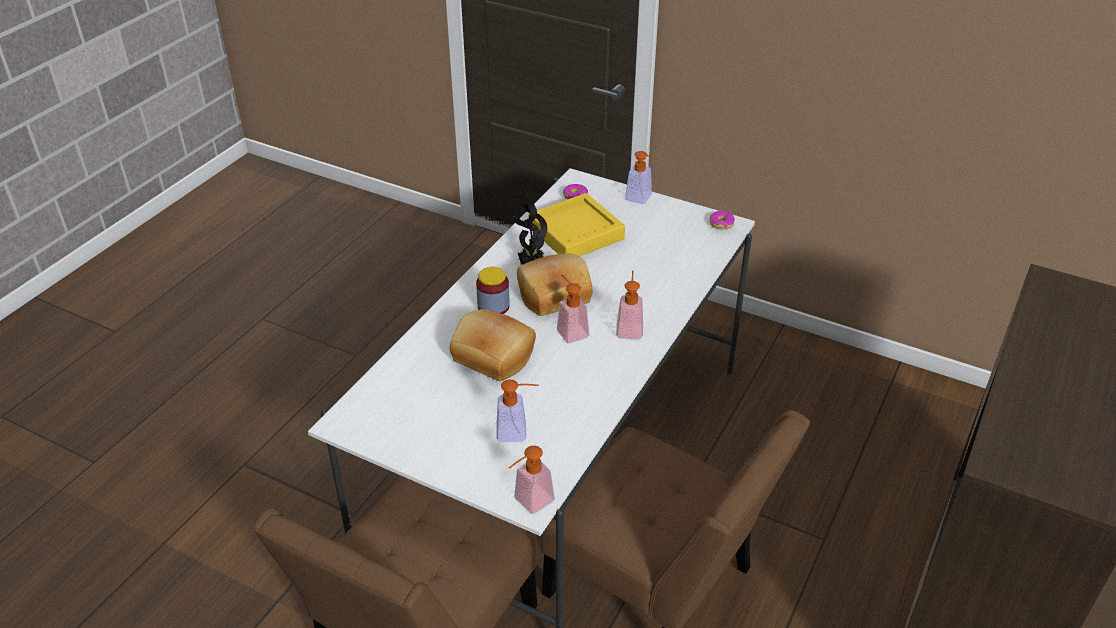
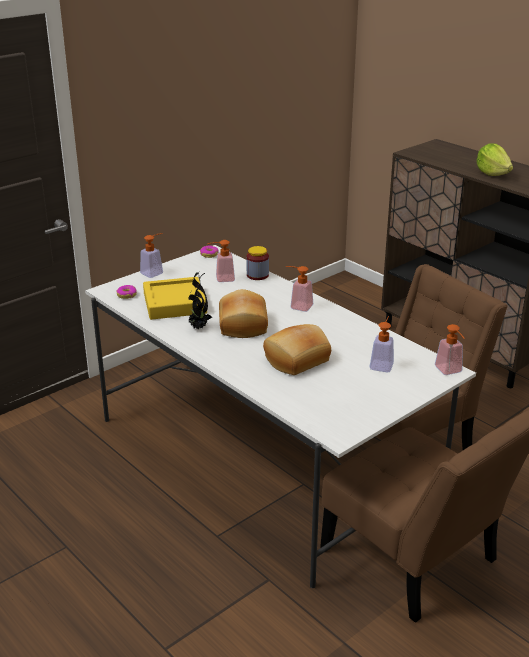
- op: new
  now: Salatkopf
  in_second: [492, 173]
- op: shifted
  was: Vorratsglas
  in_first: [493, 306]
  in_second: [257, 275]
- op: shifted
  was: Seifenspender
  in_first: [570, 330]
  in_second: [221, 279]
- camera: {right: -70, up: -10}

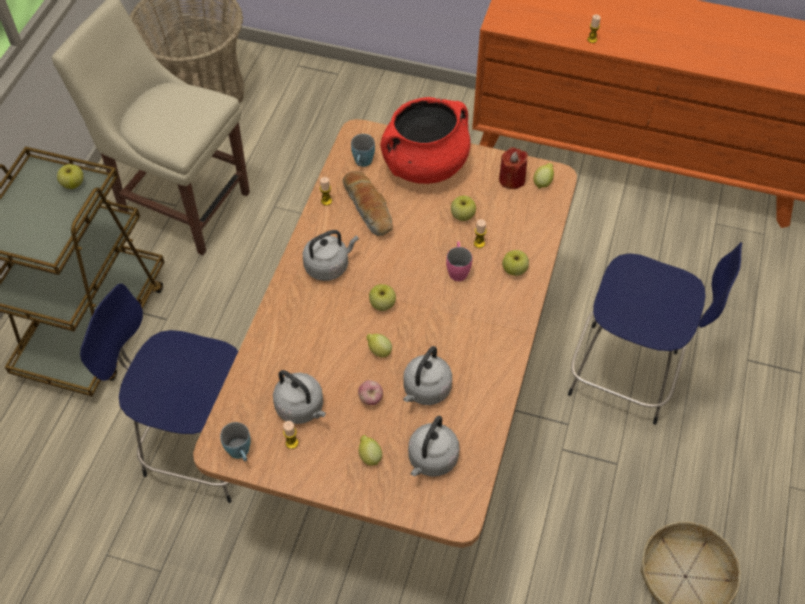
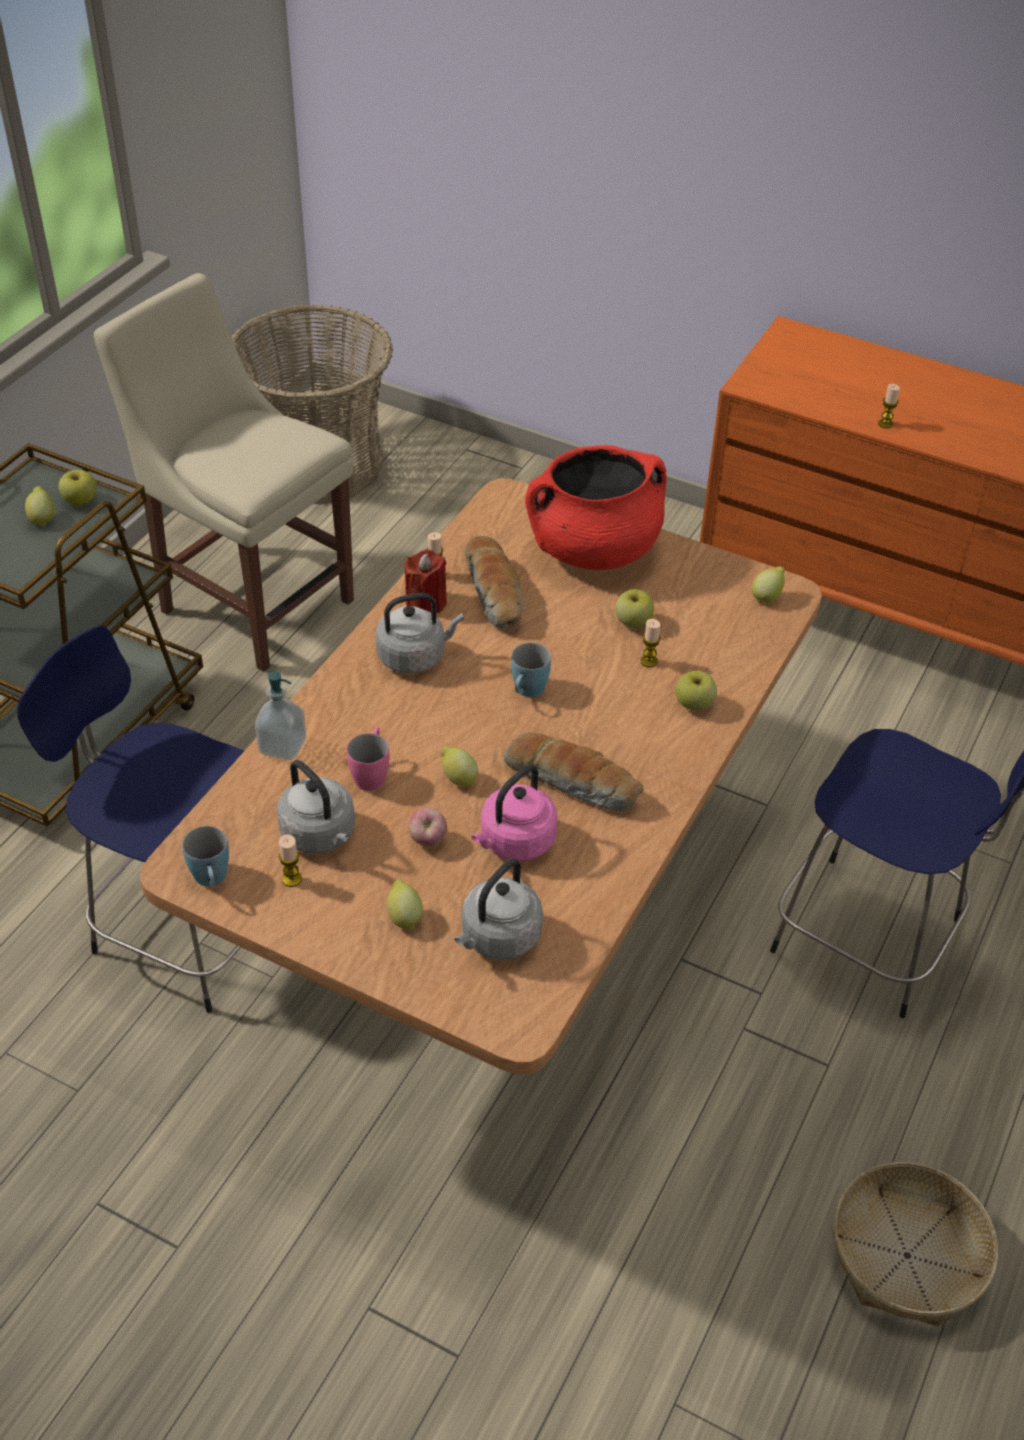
- op: gone
  was: Apfel
  in_first: [382, 304]
- op: new
  now: Zitrone
  in_second: [42, 519]
- op: new
  now: Seifenspender
  in_second: [282, 746]
- op: new
  now: Brot
  in_second: [573, 781]
- op: shifted
  was: Henkelbecher (blau)
  in_first: [362, 163]
  in_second: [527, 692]
- op: shifted
  was: Henkelbecher (rosa)
  in_first: [457, 269]
  in_second: [371, 773]
- op: shifted
  was: Kerze (rot)
  in_first: [512, 179]
  in_second: [426, 602]
- op: repainted
  was: Wasserkessel (grau)
  now: Wasserkessel (rosa)
  in_first: [425, 390]
  in_second: [514, 842]
- camera: {right: 10, up: -10}

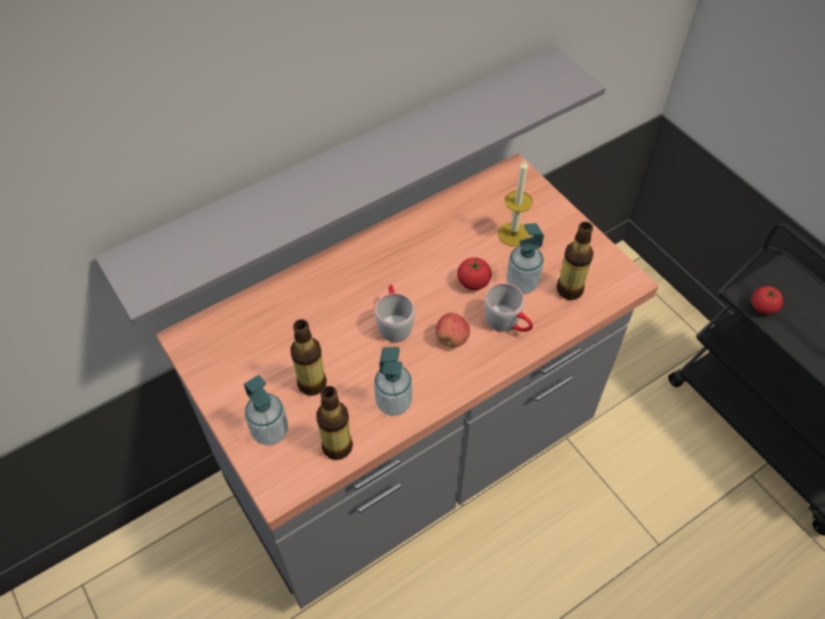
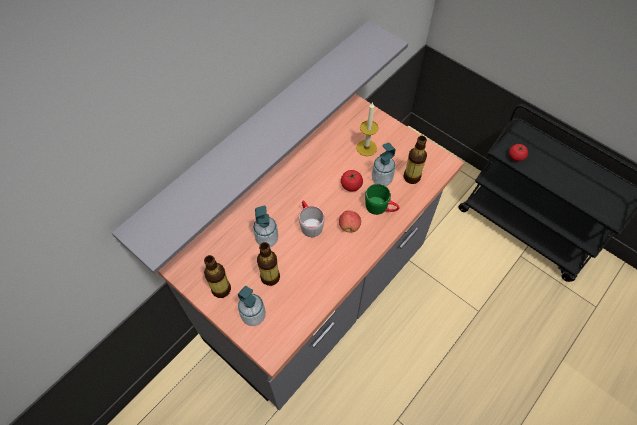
- op: shifted
  was: Flasche
  in_first: [337, 447]
  in_second: [221, 289]
- op: shifted
  was: Seifenspender
  in_first: [393, 403]
  in_second: [267, 239]
- op: repainted
  was: Henkelbecher (grau)
  now: Henkelbecher (grün)
  in_first: [508, 323]
  in_second: [381, 208]
- camera: {right: -15, up: 5}

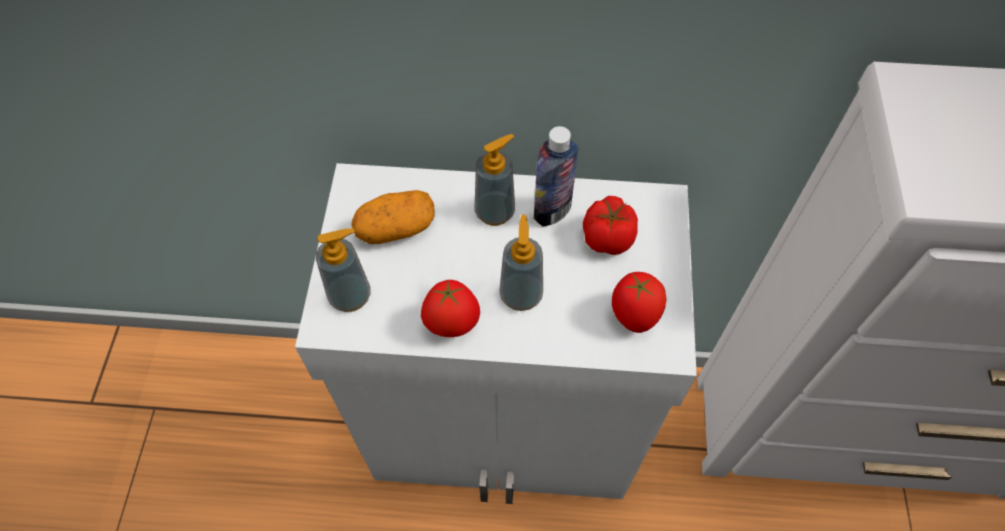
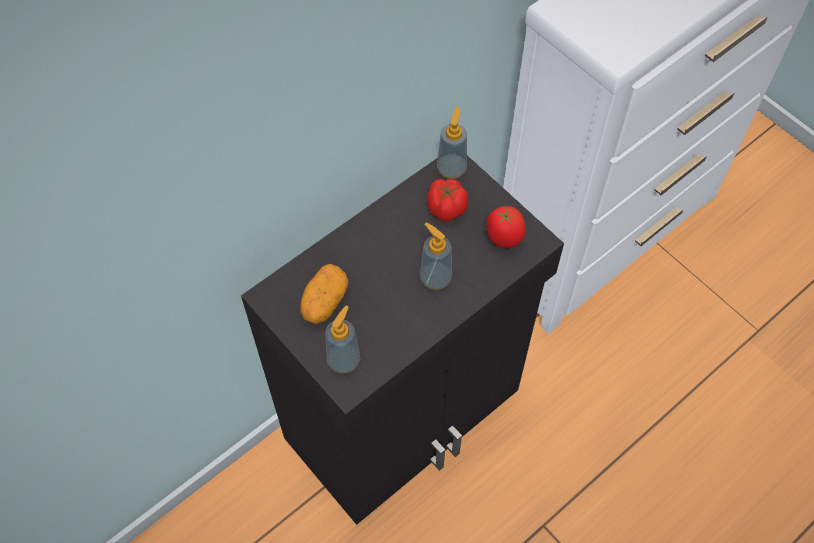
- op: gone
  was: Tomate
  in_first: [452, 324]
- op: gone
  was: Flasche
  in_first: [552, 210]
- op: shifted
  was: Seifenspender
  in_first: [495, 212]
  in_second: [451, 169]
- op: repainted
  was: Schrank (weiß)
  now: Schrank (schwarz)
  in_first: [504, 429]
  in_second: [406, 415]
- camera: {right: -45, up: 0}

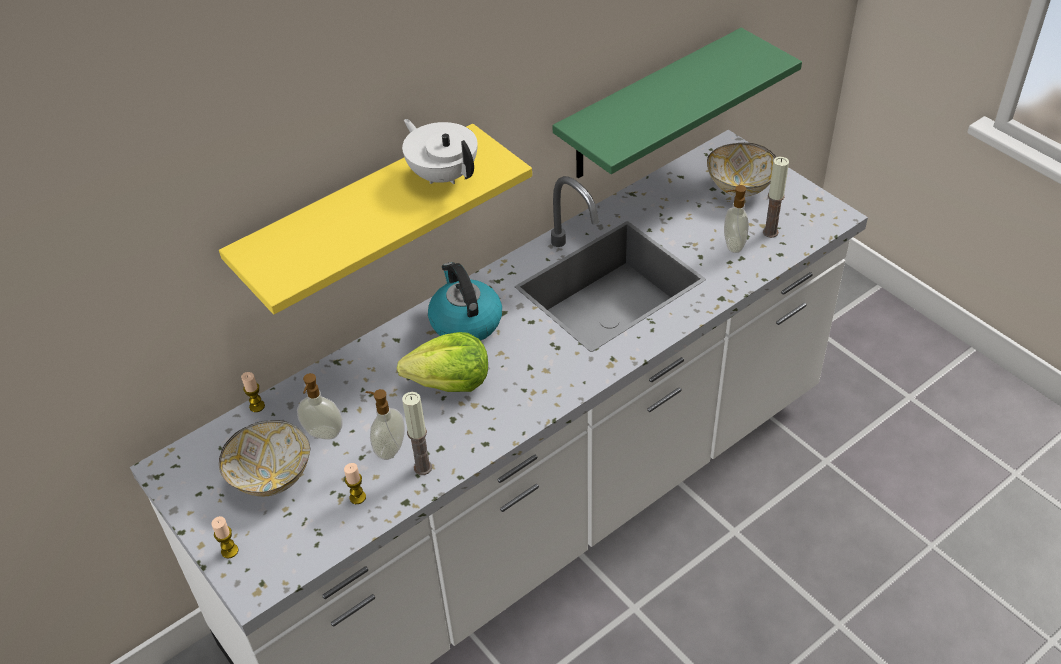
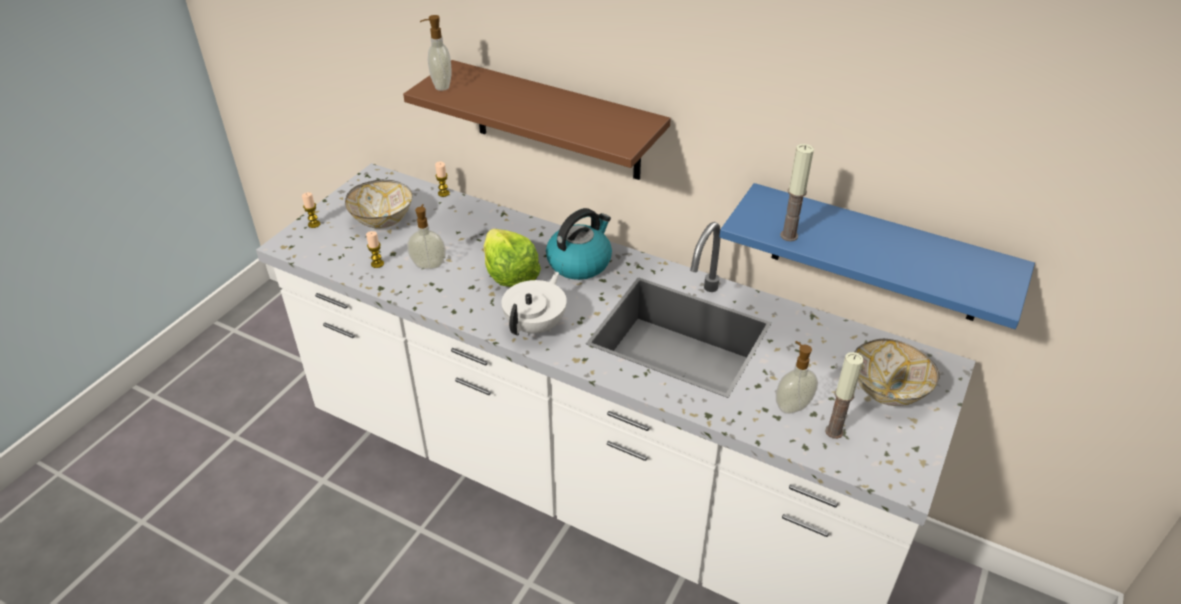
- op: shifted
  was: Seifenspender
  in_first: [323, 434]
  in_second: [441, 85]
- op: shifted
  was: Teekanne (weiß)
  in_first: [443, 175]
  in_second: [536, 325]
- op: shifted
  was: Kerze
  in_first: [423, 467]
  in_second: [789, 236]
- op: repainted
  was: Wandregal (gelb)
  now: Wandregal (braun)
  in_first: [358, 218]
  in_second: [556, 121]
- op: repainted
  was: Wandregal (grün)
  now: Wandregal (blau)
  in_first: [649, 106]
  in_second: [877, 254]
- camera: {right: 65, up: -5}

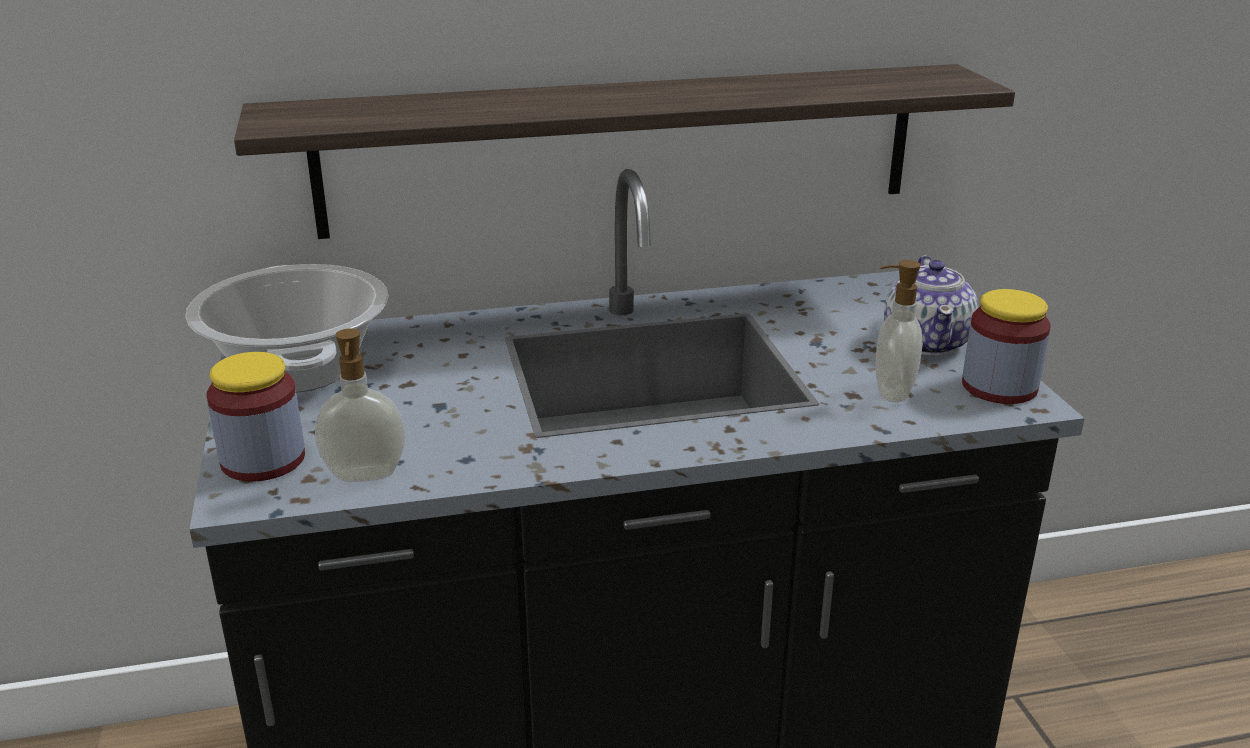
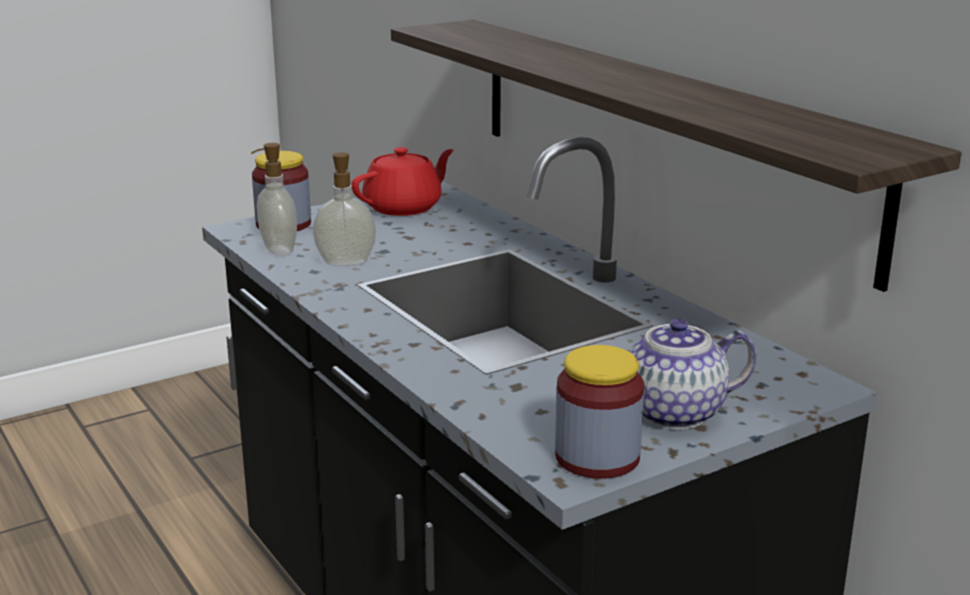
- op: shifted
  was: Seifenspender
  in_first: [891, 392]
  in_second: [346, 262]
- op: swapped
  was: Kochtopf
  now: Teekanne (rot)
  in_first: [297, 370]
  in_second: [404, 207]
- camera: {right: 70, up: -5}

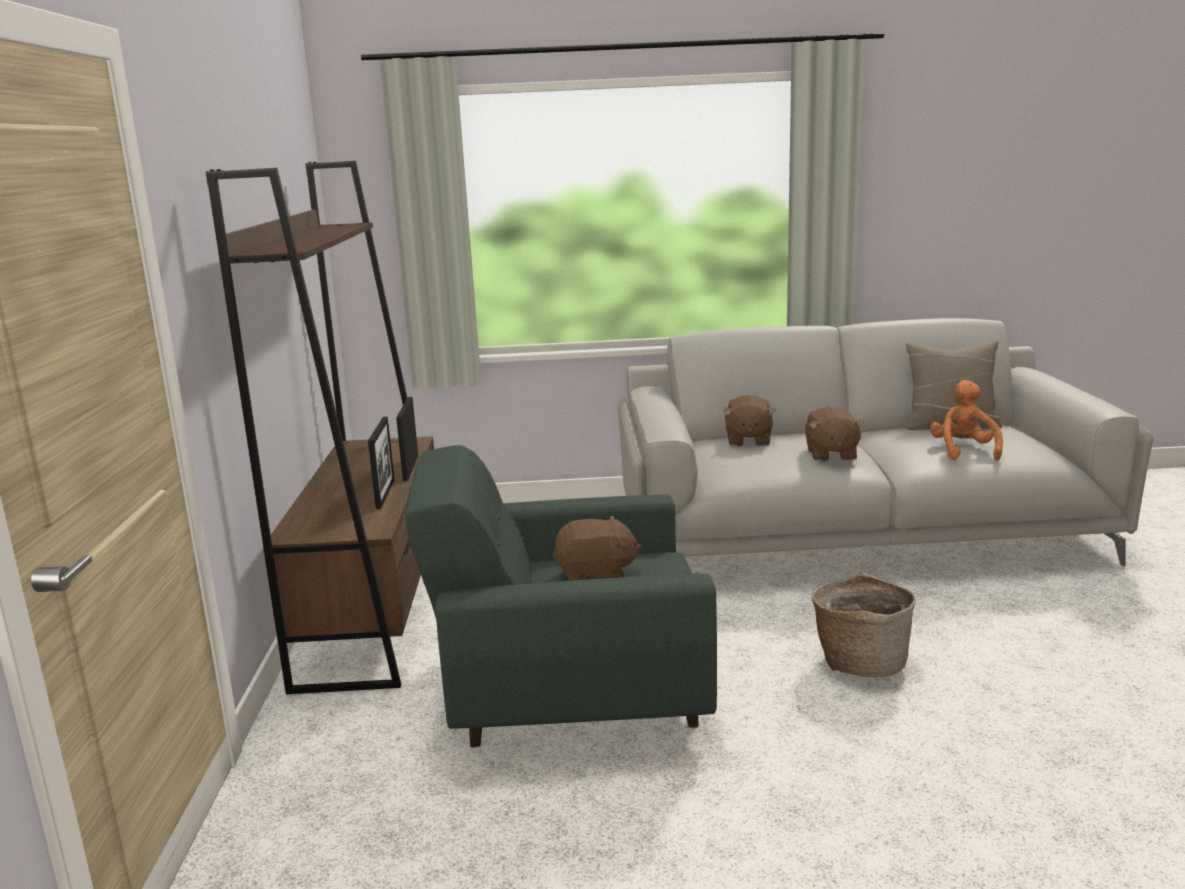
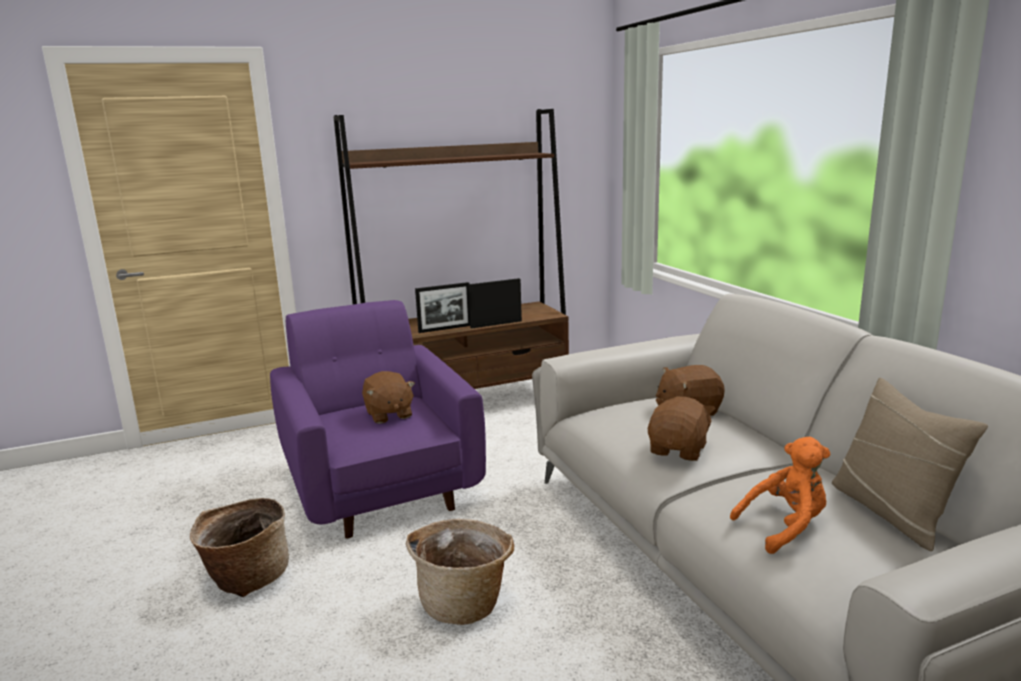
- op: new
  now: Korb
  in_second: [246, 578]
- op: repainted
  was: Sessel (grün)
  now: Sessel (lila)
  in_first: [569, 694]
  in_second: [379, 485]
- op: rotated
  was: Plüschtier (braun)
  in_first: [830, 455]
  in_second: [679, 450]
  clockwise: 135
- camera: {right: 70, up: 0}

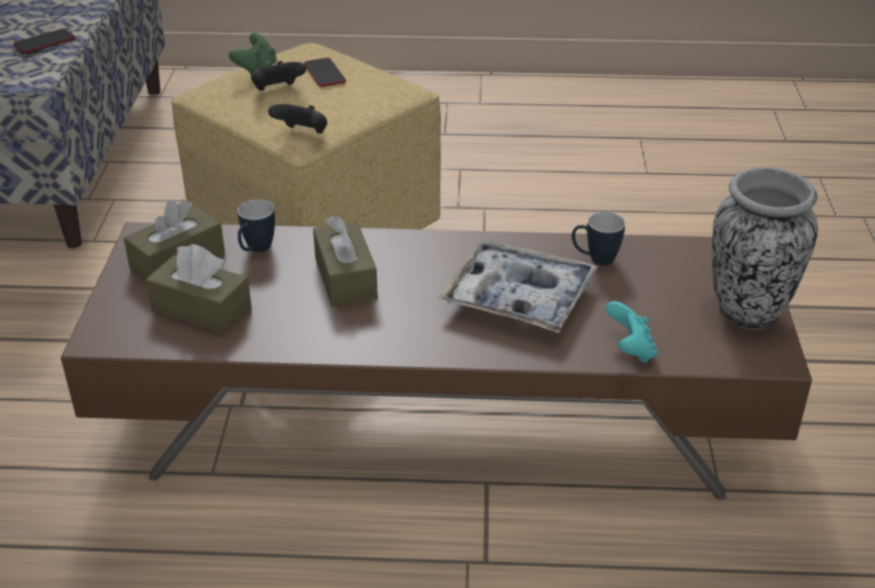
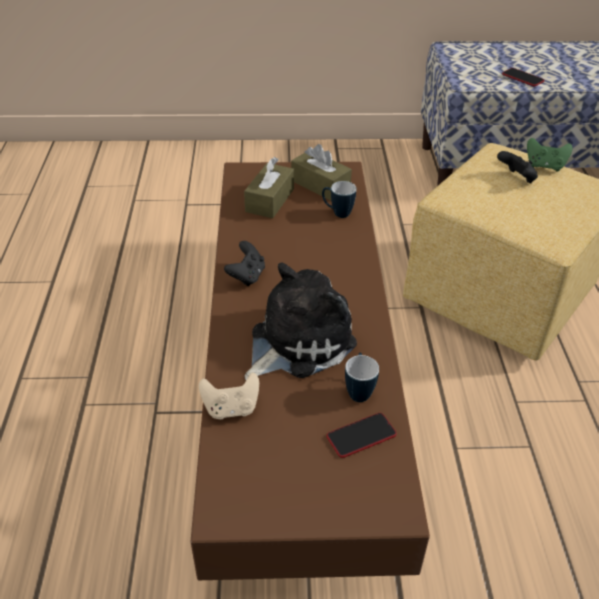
- op: gone
  was: Taschentuchbox (braun)
  in_first: [345, 278]
- op: gone
  was: Vase
  in_first: [748, 313]
- op: shifted
  was: Gamepad (schwarz)
  in_first: [302, 134]
  in_second: [247, 276]
- op: shifted
  was: Handy
  in_first: [324, 73]
  in_second: [361, 436]
- op: swapped
  was: Tablett
  now: Plüschtier
  in_first: [518, 298]
  in_second: [297, 342]
- op: repainted
  was: Gamepad (türkis)
  now: Gamepad (beige)
  in_first: [630, 350]
  in_second: [231, 408]
- camera: {right: 85, up: 5}

